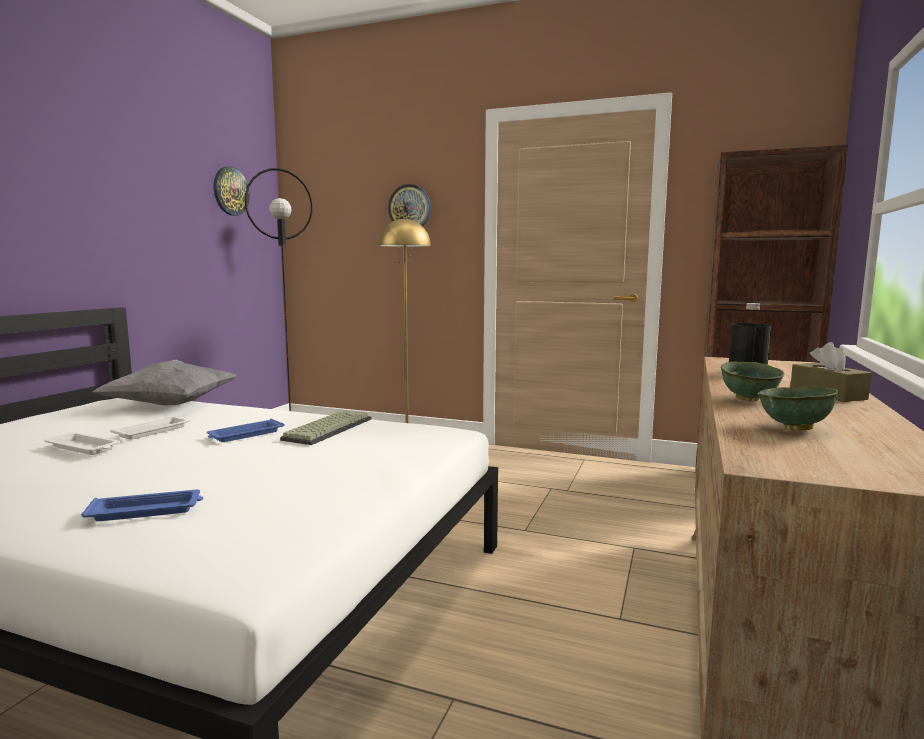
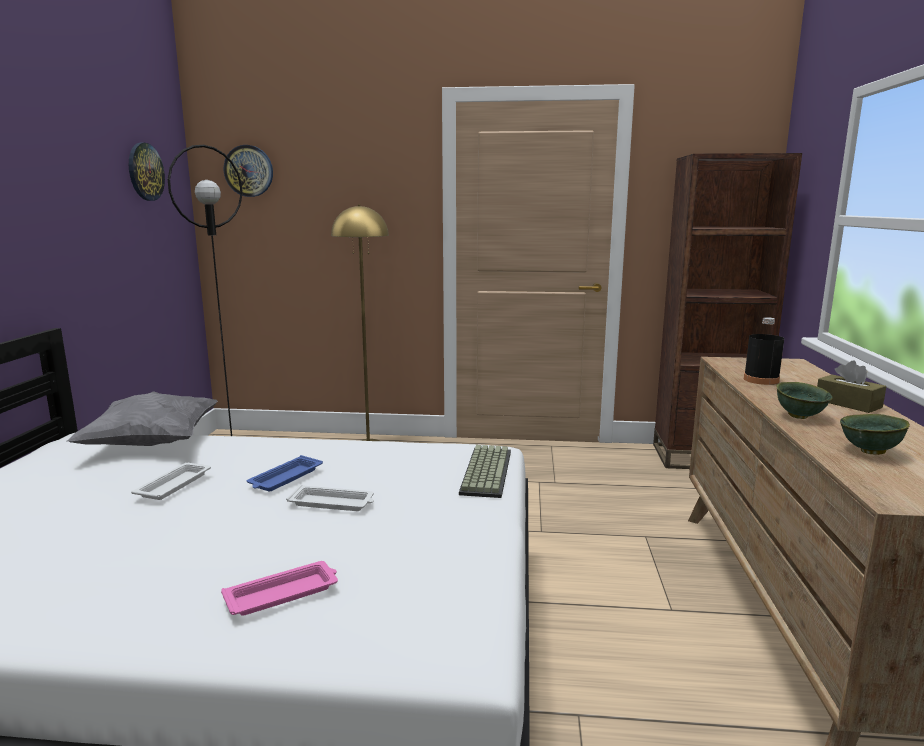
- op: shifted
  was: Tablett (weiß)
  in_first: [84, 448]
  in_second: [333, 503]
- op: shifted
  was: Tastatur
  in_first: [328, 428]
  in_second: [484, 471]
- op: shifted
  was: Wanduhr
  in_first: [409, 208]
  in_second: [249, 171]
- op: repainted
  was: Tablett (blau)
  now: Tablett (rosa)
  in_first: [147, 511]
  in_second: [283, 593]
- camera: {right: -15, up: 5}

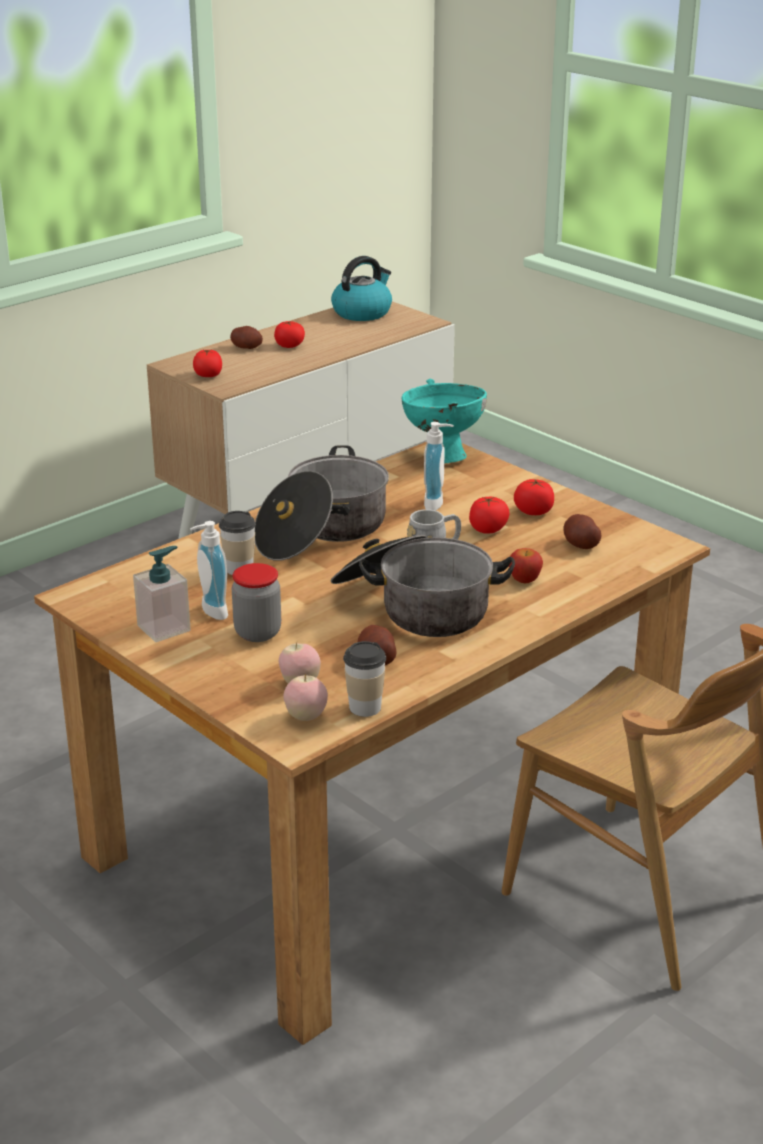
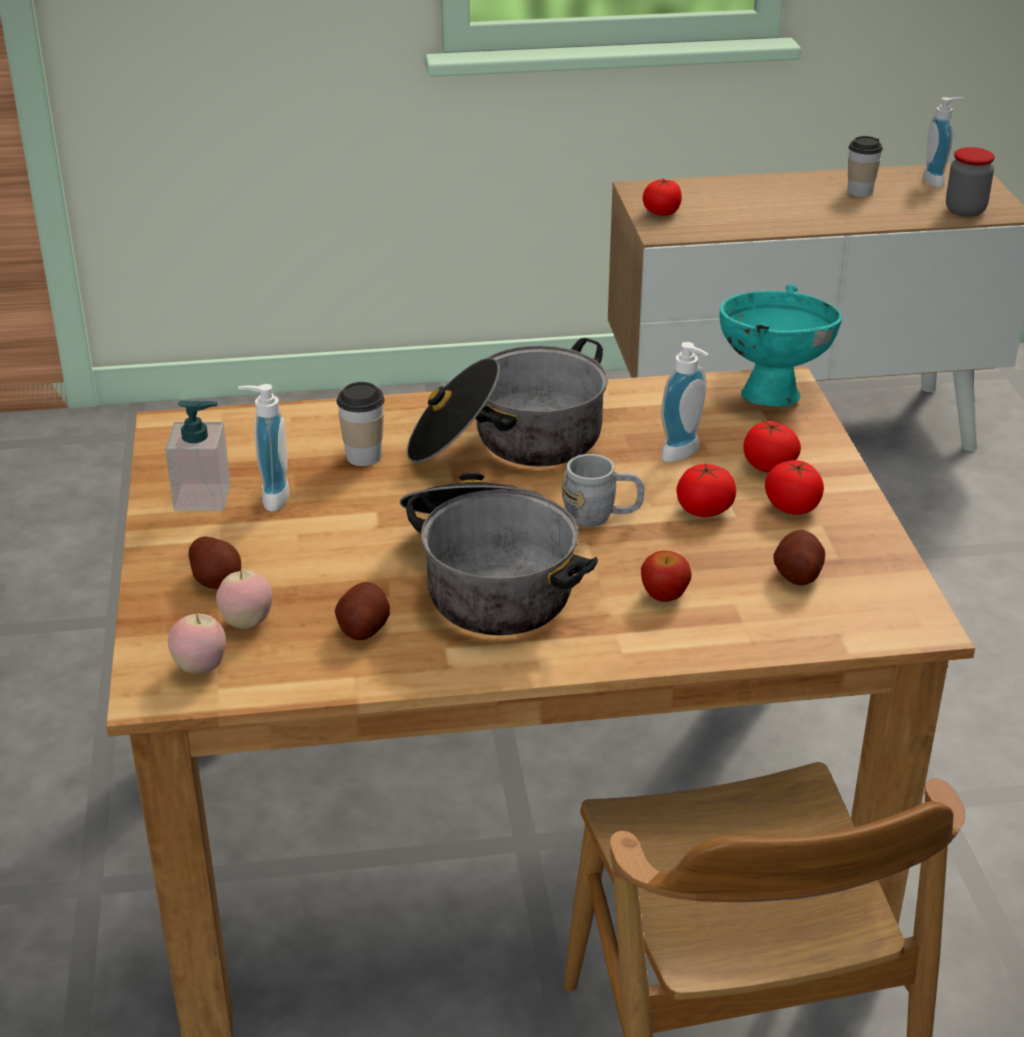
- op: shifted
  was: Kartoffel
  in_first: [247, 347]
  in_second: [217, 580]
- op: shifted
  was: Vorratsglas
  in_first: [257, 633]
  in_second: [965, 210]
- op: shifted
  was: Tomate
  in_first: [289, 346]
  in_second: [769, 466]
- op: shifted
  was: Tasse
  in_first: [365, 707]
  in_second: [860, 191]
- op: swapped
  was: Wasserkessel
  now: Seifenspender
  in_first: [362, 312]
  in_second: [937, 180]
- camera: {right: 35, up: 5}

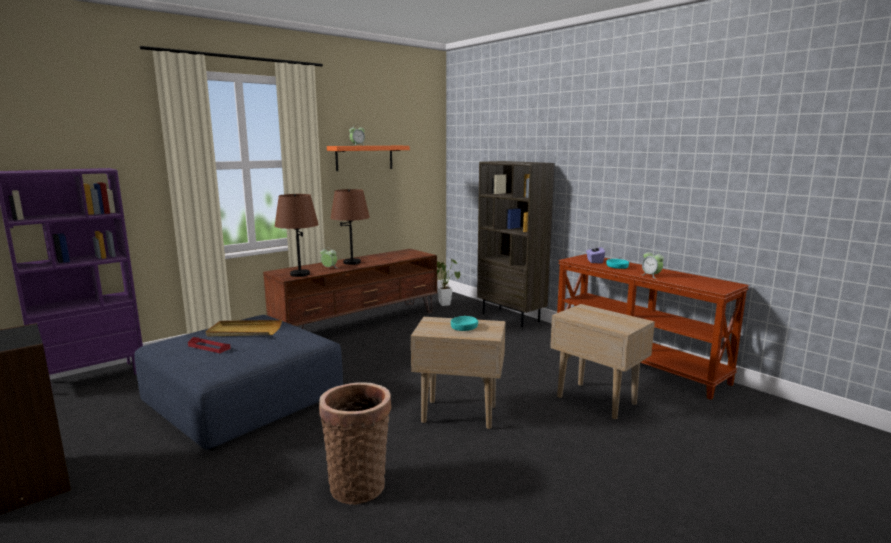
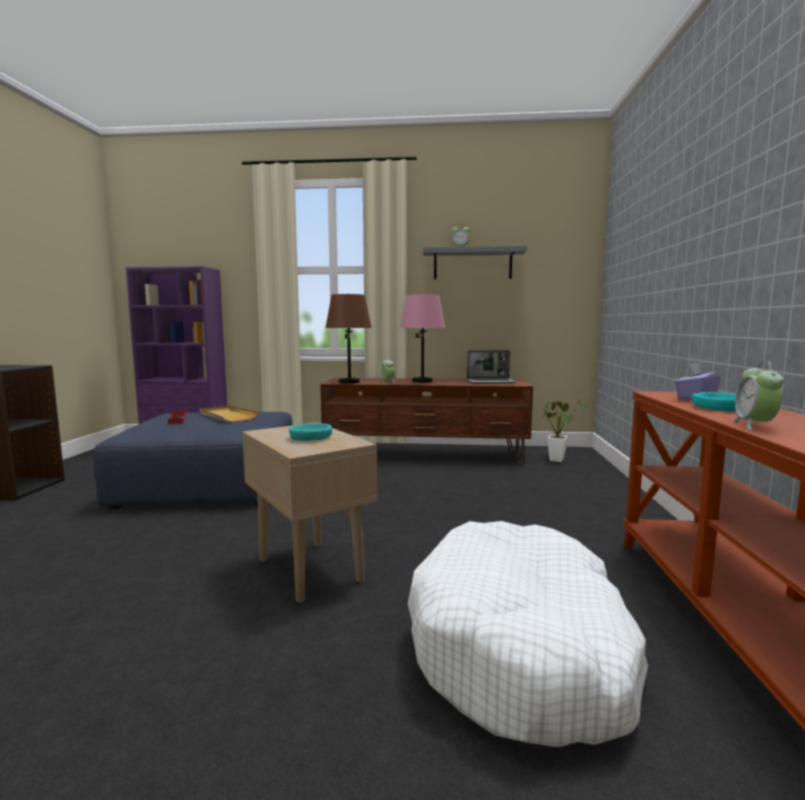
- op: gone
  was: Korb
  in_first: [358, 484]
- op: gone
  was: Bücherregal (braun)
  in_first: [511, 317]
- op: new
  now: Laptop
  in_second: [491, 382]
- op: swapped
  was: Beistelltisch (beige)
  now: Hundebett (weiß)
  in_first: [595, 400]
  in_second: [522, 648]
- op: repainted
  was: Wandregal (orange)
  now: Wandregal (grau)
  in_first: [364, 158]
  in_second: [472, 264]
- op: repainted
  was: Tischlampe (braun)
  now: Tischlampe (rosa)
  in_first: [352, 262]
  in_second: [422, 381]
- camera: {right: 45, up: -5}

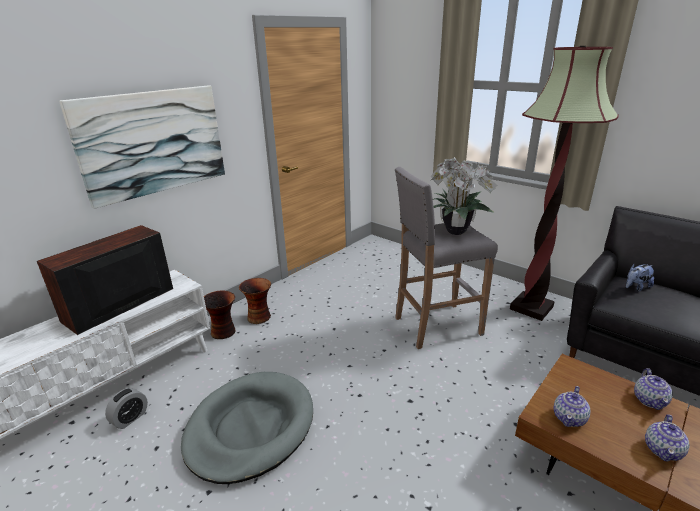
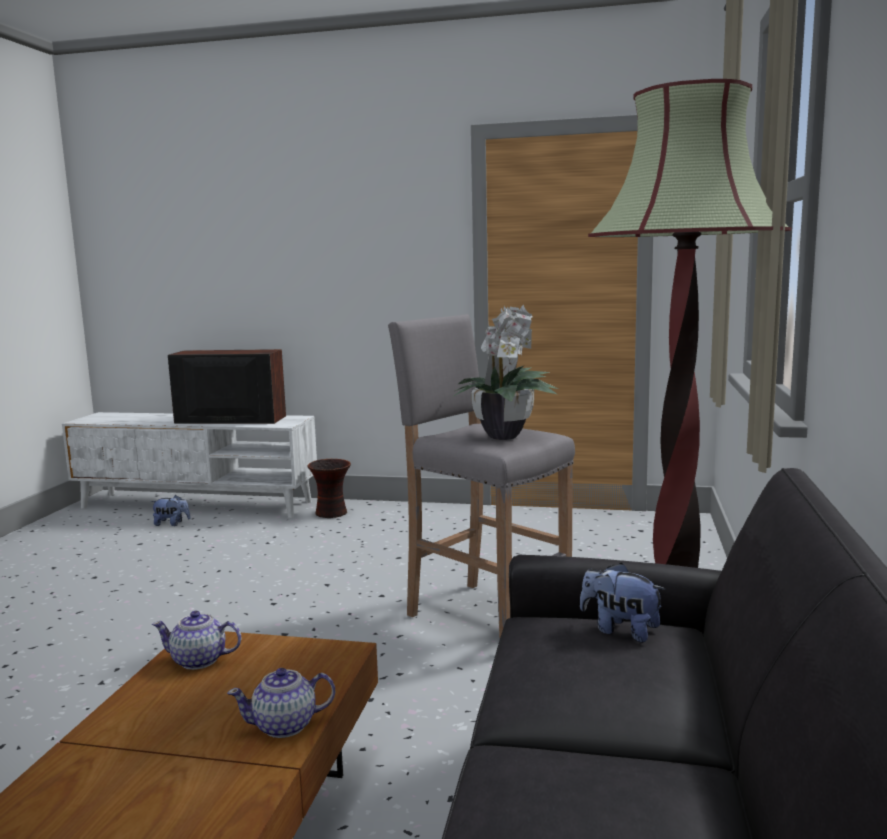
- op: gone
  was: Bild
  in_first: [153, 142]
- op: gone
  was: Hundebett (grau)
  in_first: [250, 428]
- op: gone
  was: Vase
  in_first: [259, 317]
- op: gone
  was: Teekanne
  in_first: [663, 450]
- op: swapped
  was: Wecker
  now: Plüschtier
  in_first: [130, 418]
  in_second: [172, 524]
- camera: {right: 60, up: -15}

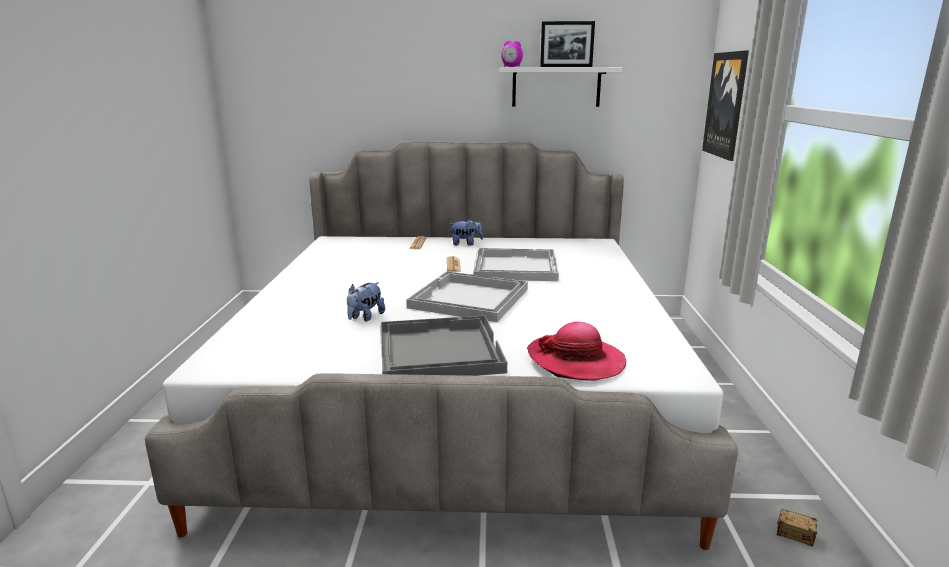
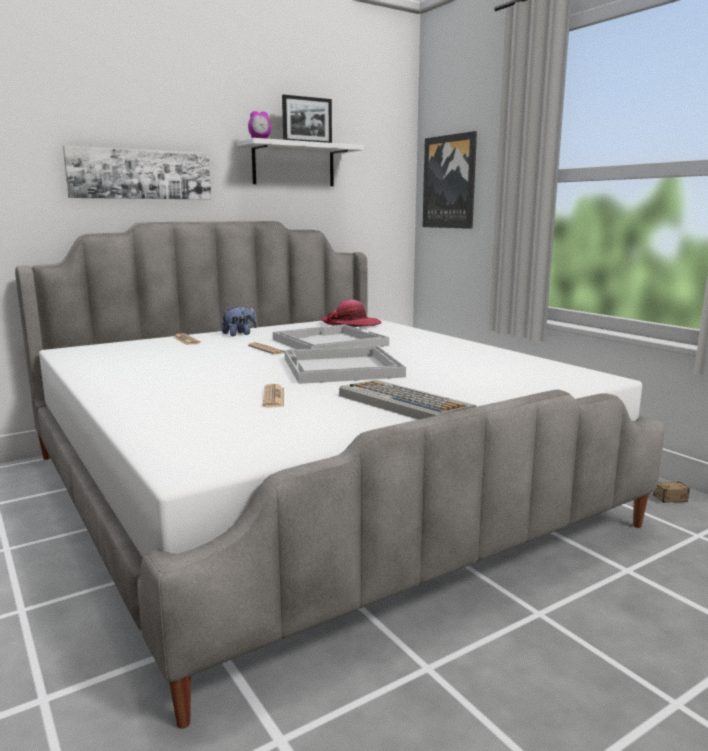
- op: new
  now: Bild
  in_second: [140, 174]
- op: shifted
  was: Hut
  in_first: [576, 360]
  in_second: [351, 324]
- op: swapped
  was: Plüschtier
  now: Zeitung
  in_first: [365, 317]
  in_second: [273, 397]
- op: swapped
  was: Tablett (grau)
  now: Tastatur
  in_first: [438, 350]
  in_second: [403, 403]
- camera: {right: -35, up: -5}

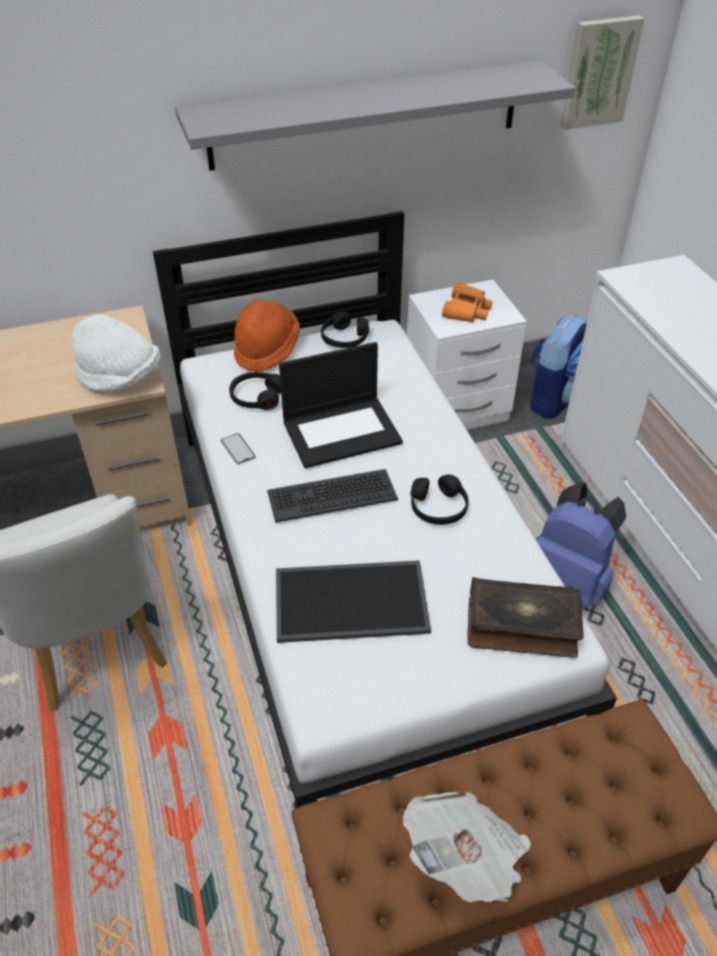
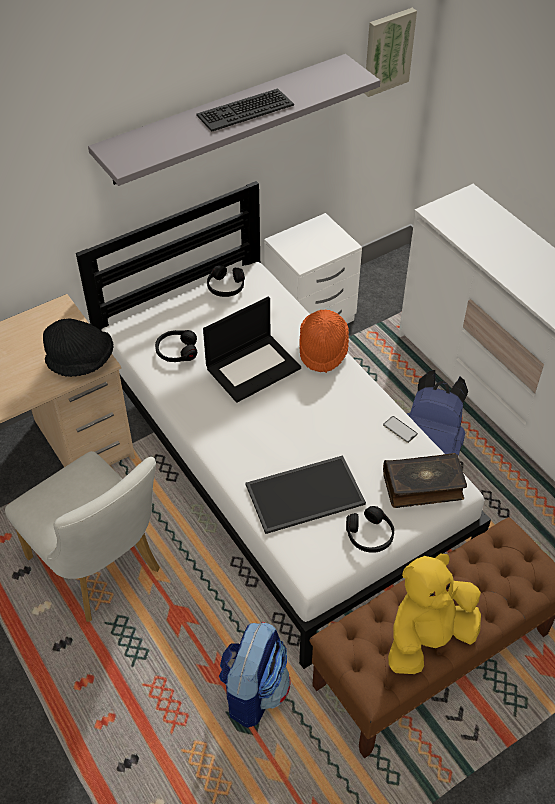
- op: gone
  was: Fernglas (orange)
  in_first: [466, 310]
- op: shifted
  was: Handy
  in_first: [238, 449]
  in_second: [400, 429]
- op: shifted
  was: Hut (orange)
  in_first: [266, 350]
  in_second: [323, 349]
- op: shifted
  was: Tastatur
  in_first: [332, 495]
  in_second: [245, 110]
- op: shifted
  was: Kopfhörer (schwarz)
  in_first: [438, 507]
  in_second: [369, 535]
- op: shifted
  was: Rucksack
  in_first: [553, 398]
  in_second: [254, 690]
- op: swapped
  was: Zeitung
  now: Plüschtier (gelb)
  in_first: [467, 857]
  in_second: [428, 637]
- op: repainted
  was: Hut (weiß)
  now: Hut (schwarz)
  in_first: [121, 378]
  in_second: [81, 362]
- camera: {right: -15, up: 5}

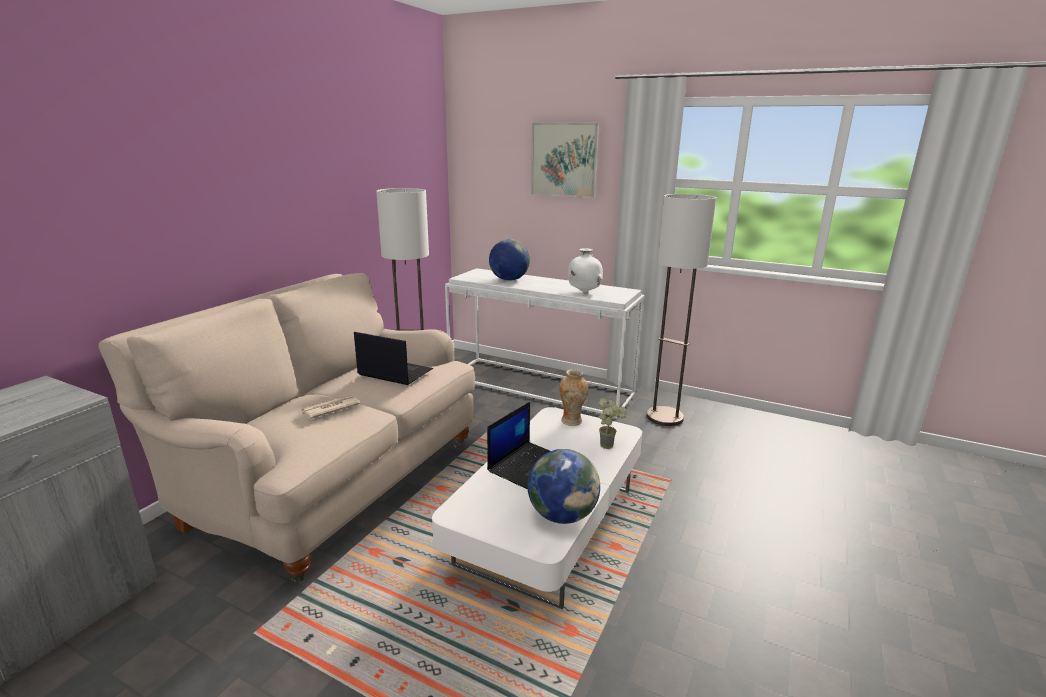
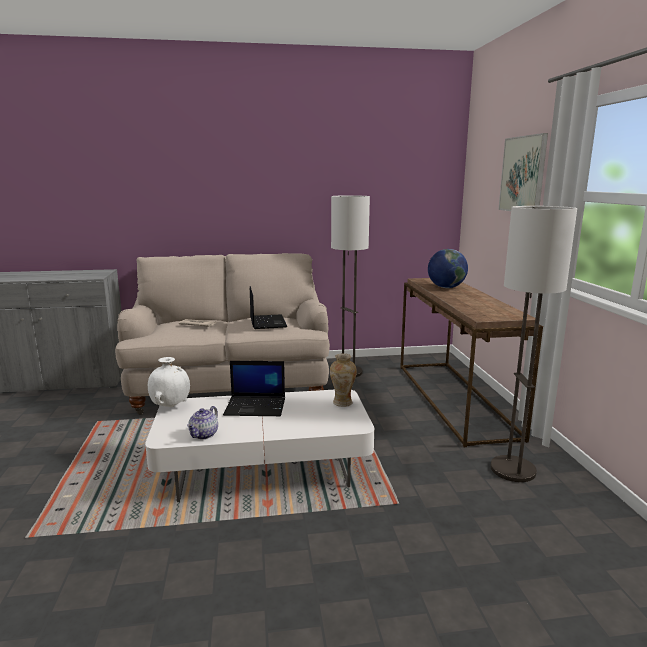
- op: gone
  was: Topfpflanze
  in_first: [609, 445]
- op: shifted
  was: Vase (weiß)
  in_first: [583, 292]
  in_second: [171, 406]
- op: swapped
  was: Globus
  now: Teekanne
  in_first: [562, 515]
  in_second: [204, 435]
- op: repainted
  was: Konsolentisch (weiß)
  now: Konsolentisch (braun)
  in_first: [541, 386]
  in_second: [455, 399]
- camera: {right: 55, up: -5}

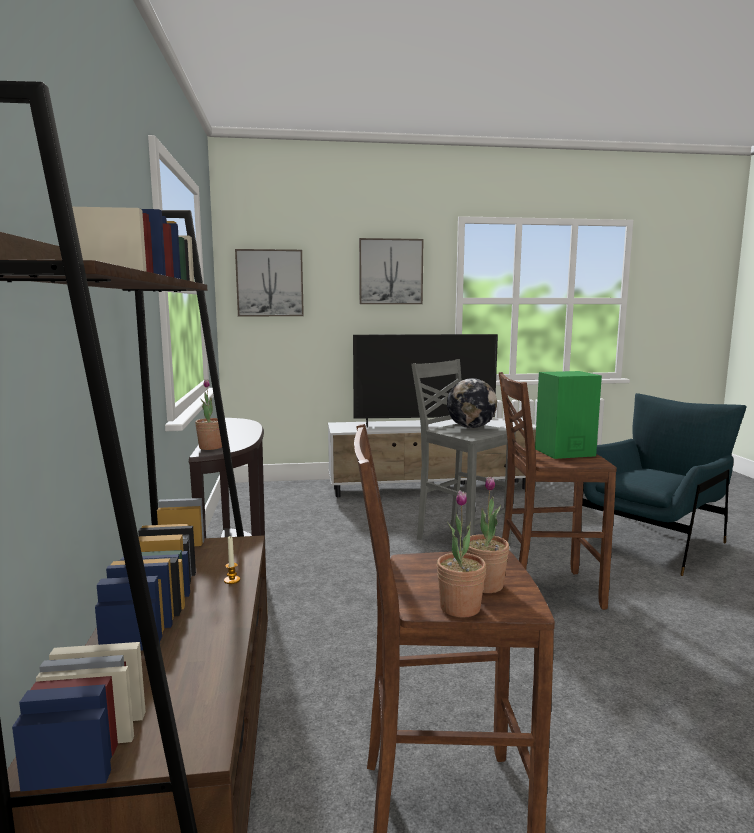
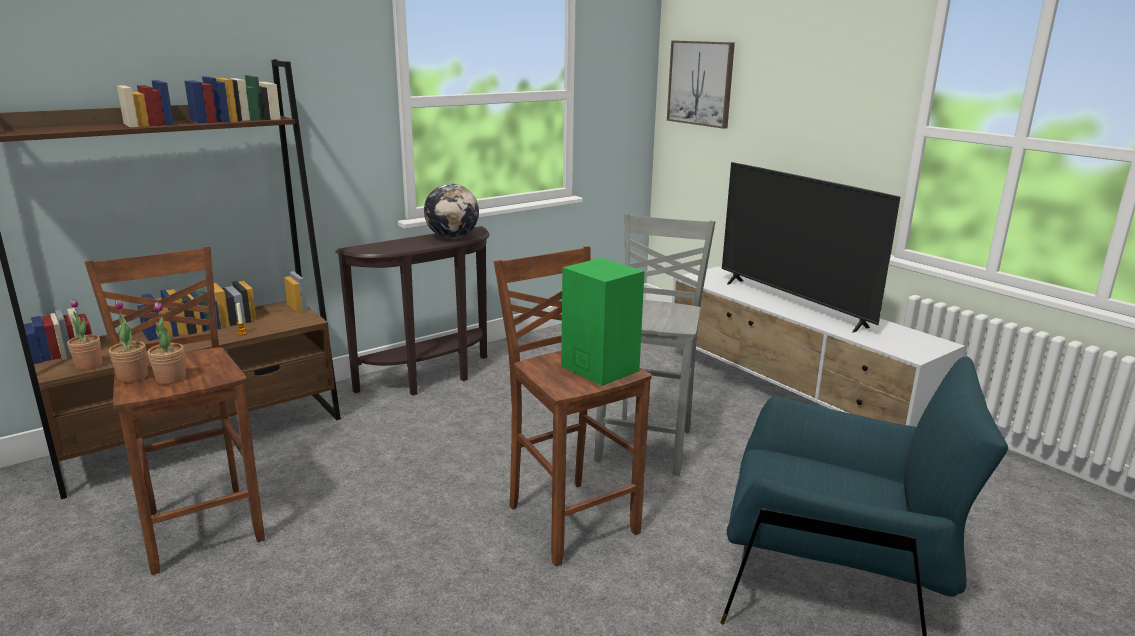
- op: gone
  was: Bild
  in_first: [390, 271]
- op: shifted
  was: Topfpflanze
  in_first: [210, 447]
  in_second: [89, 365]
- op: shifted
  was: Globus
  in_first: [471, 427]
  in_second: [452, 237]
- camera: {right: 60, up: 10}

